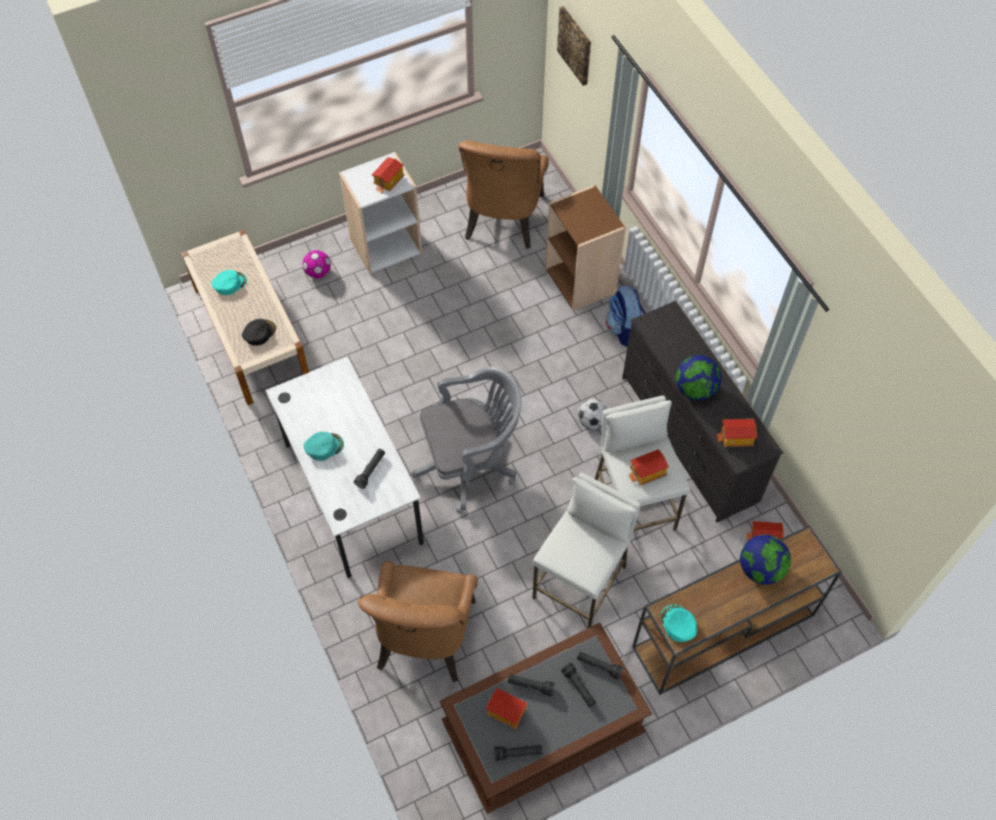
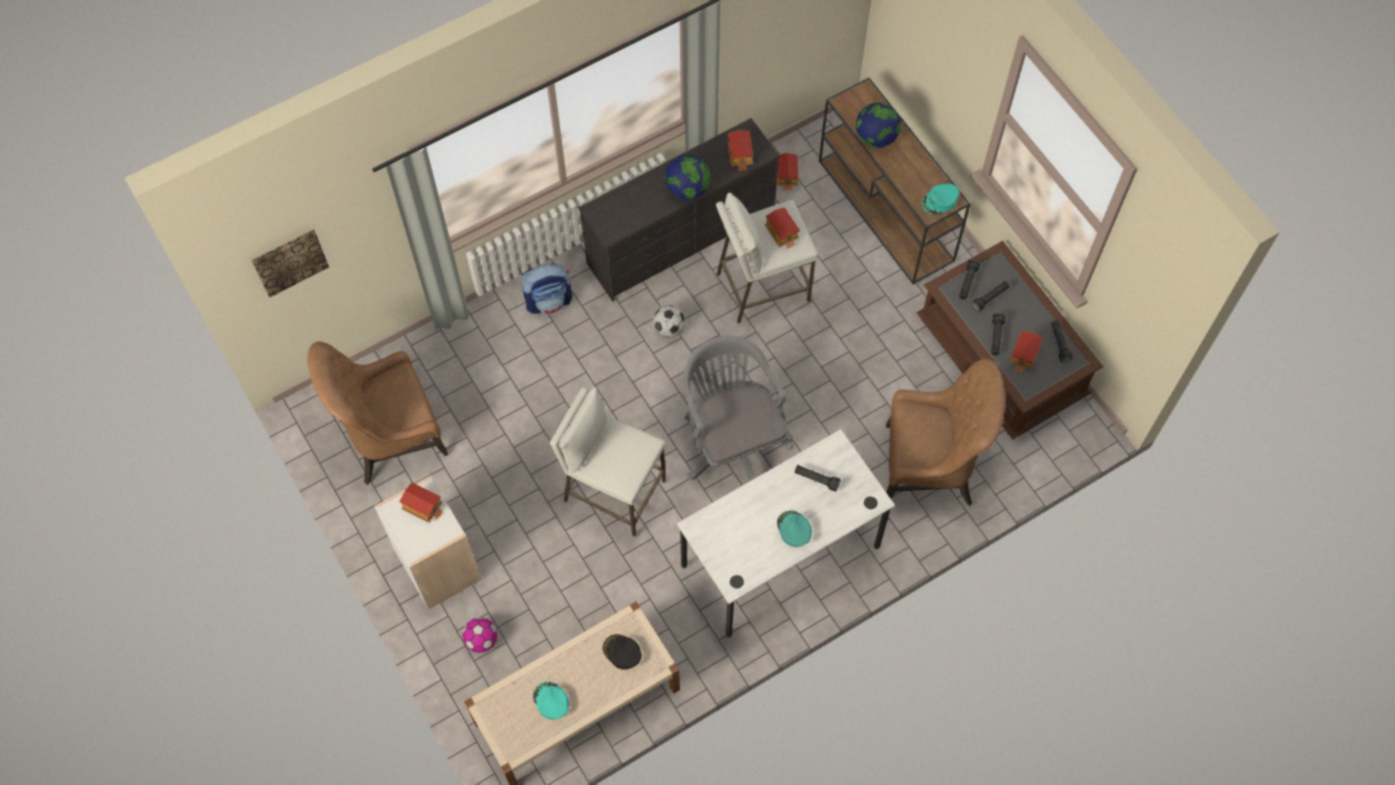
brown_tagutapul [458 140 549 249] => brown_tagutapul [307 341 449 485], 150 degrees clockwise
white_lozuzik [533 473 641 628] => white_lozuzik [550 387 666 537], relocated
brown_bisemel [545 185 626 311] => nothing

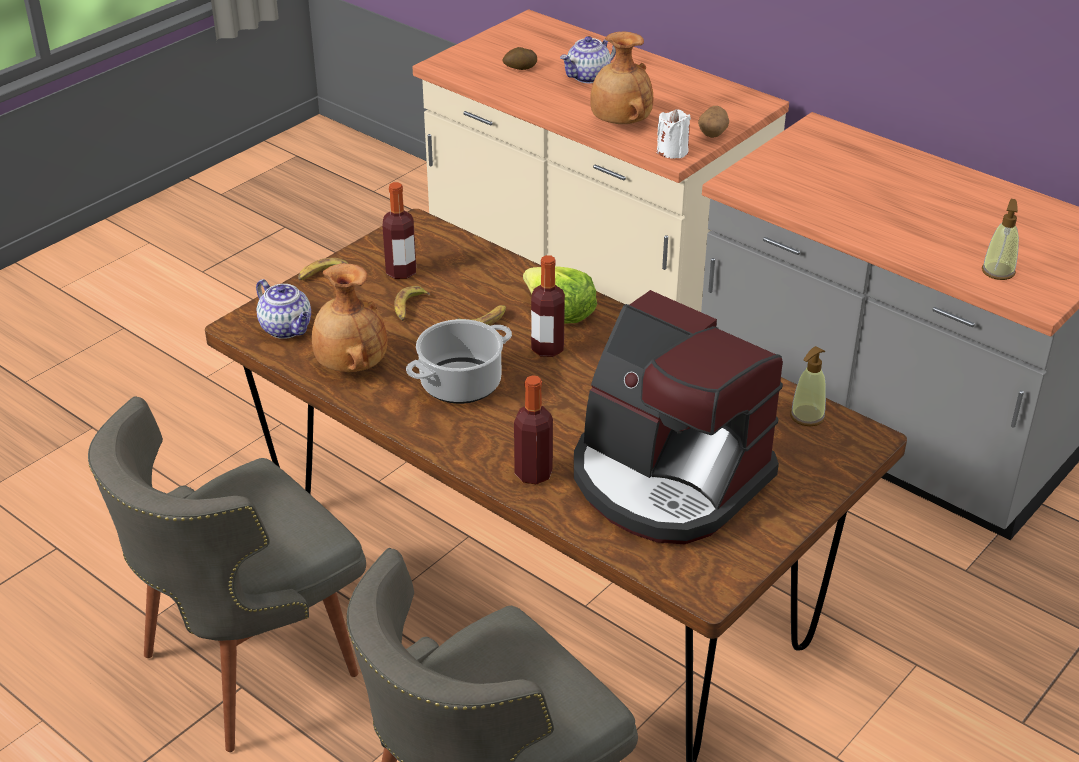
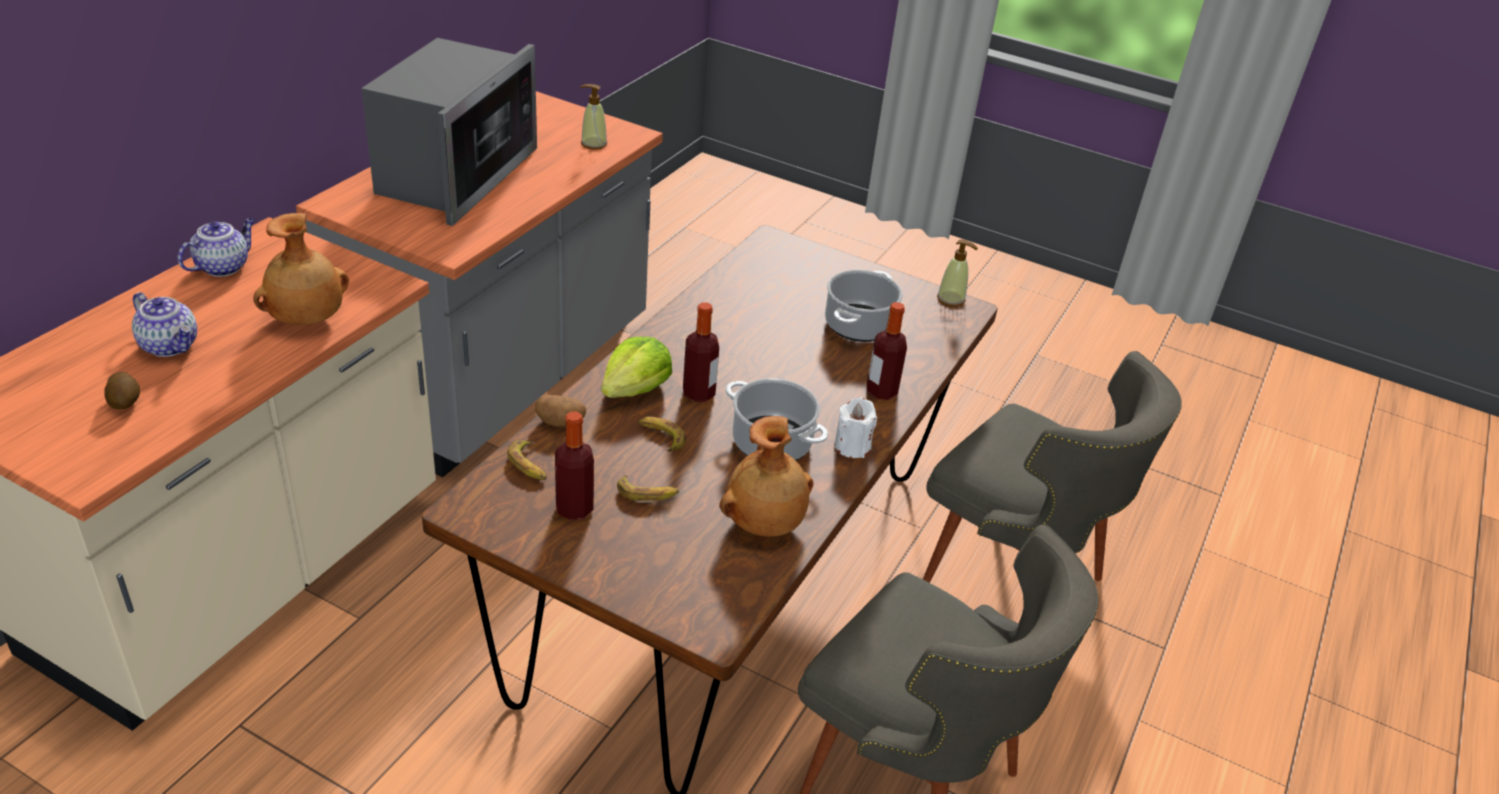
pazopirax [256 279 311 339] => pazopirax [178 218 255 277], relocated
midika [298 258 349 280] => midika [507 440 547 480], relocated
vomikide [574 290 783 544] => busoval [825 270 903 342]
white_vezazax [657 109 691 159] => white_vezazax [835 397 877 458], relocated
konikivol [698 106 729 138] => konikivol [535 395 586 427], relocated
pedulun [790 346 826 426] => pedulun [937 239 978 307], relocated
nothing => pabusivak [361 38 537 226]

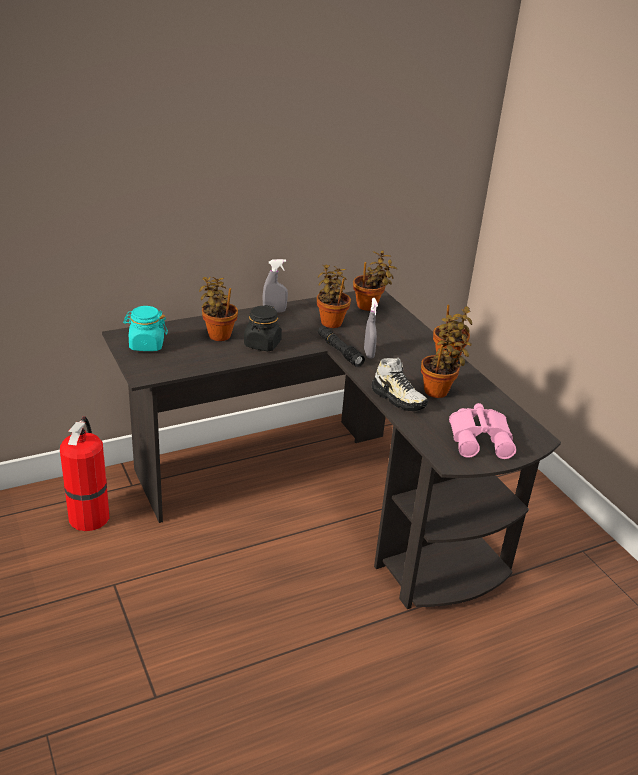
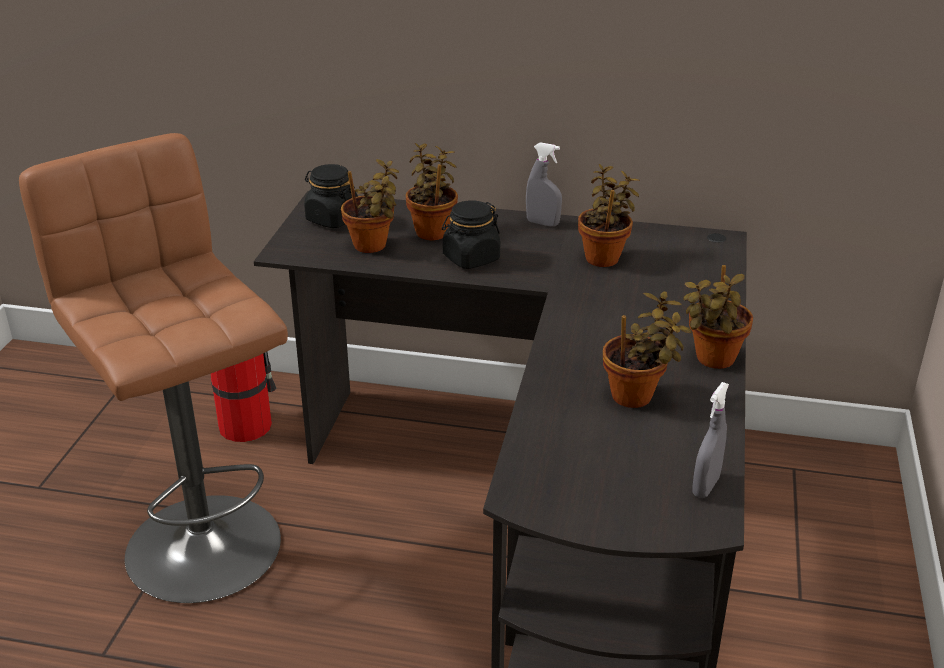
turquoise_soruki [123 306 168 351] => black_soruki [304 164 358 228]
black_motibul [318 326 365 367] => nothing
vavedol [353 251 397 311] => vavedol [341 159 399 253], relocated
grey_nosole [364 298 378 358] => grey_nosole [692 382 729 498], relocated
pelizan [372 358 428 411] => nothing
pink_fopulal [449 403 516 459] => nothing
nothing => brown_lozuzik [19 133 288 603]

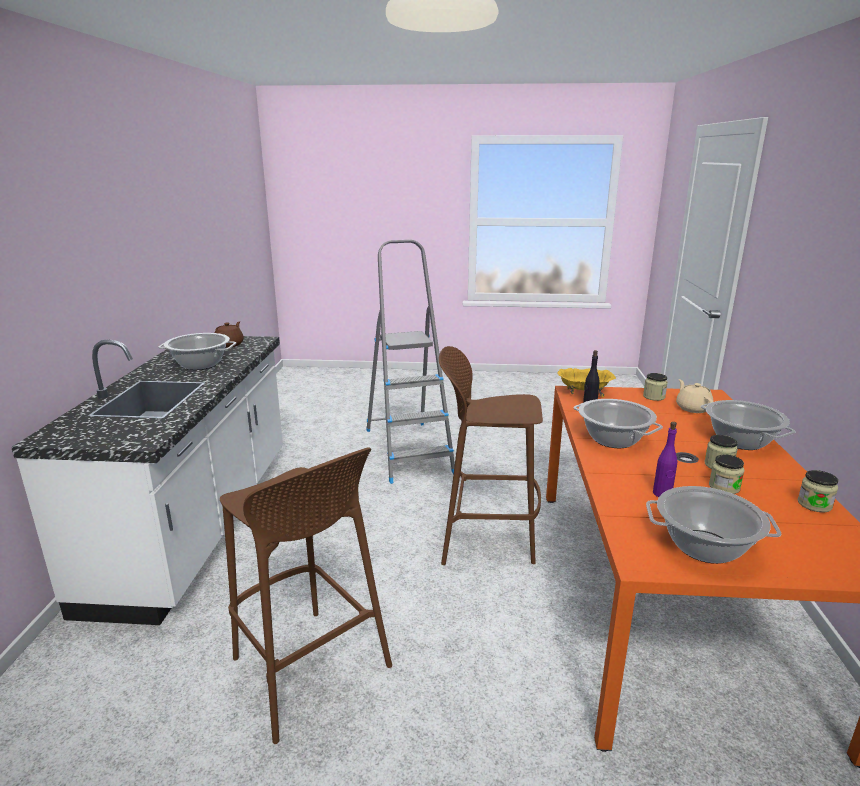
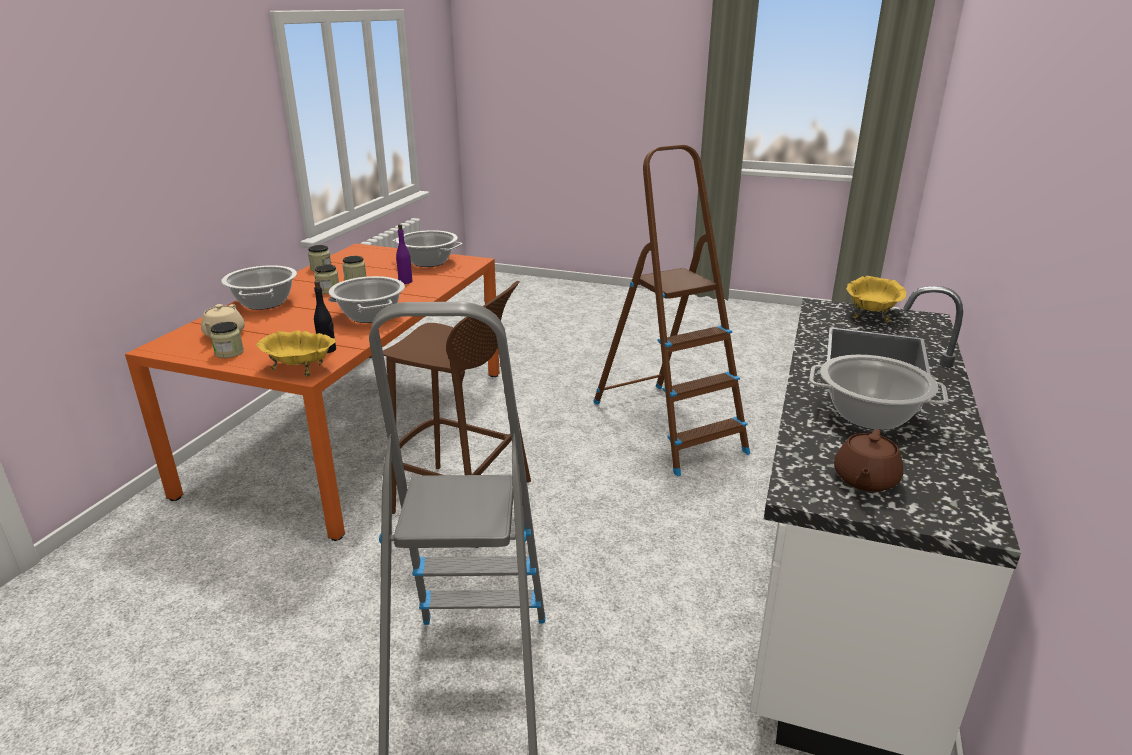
brown_lozuzik [220 447 392 744] => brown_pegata [593 145 750 476]
nothing => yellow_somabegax [846 276 907 322]

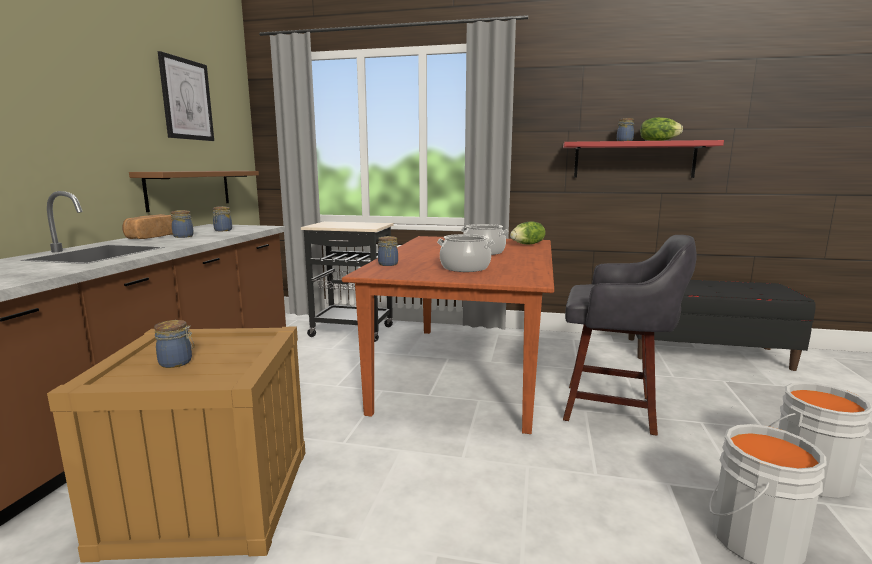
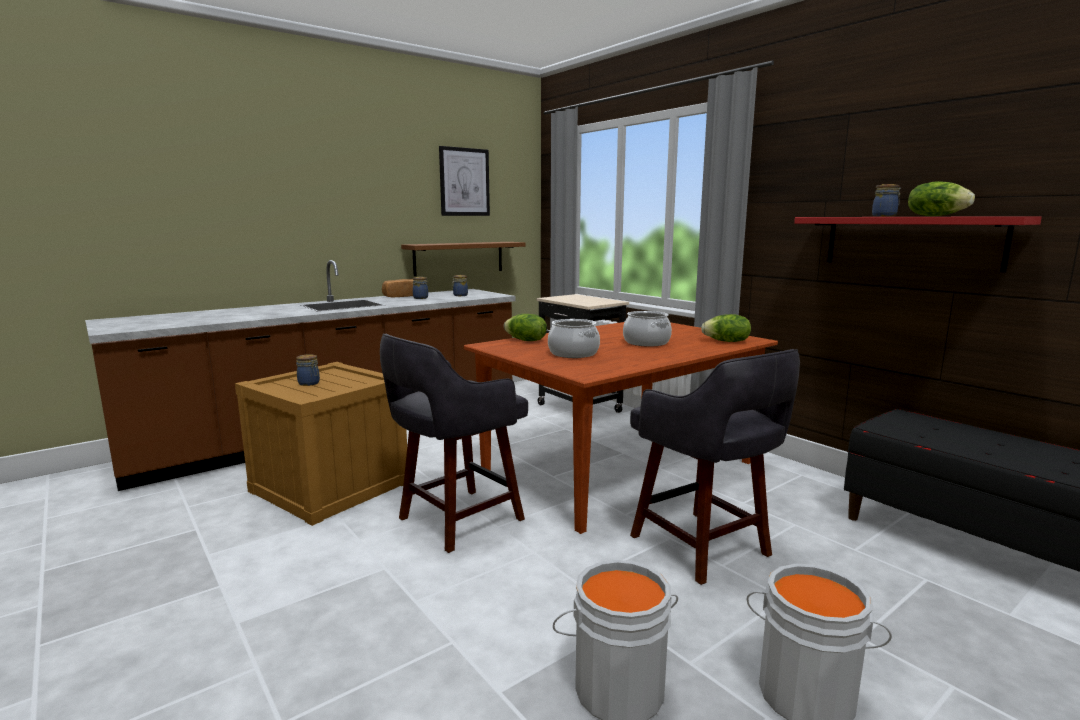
soruki [378 236 398 266] => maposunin [504 314 547 341]
nothing => grey_lozuzik [380 334 528 553]

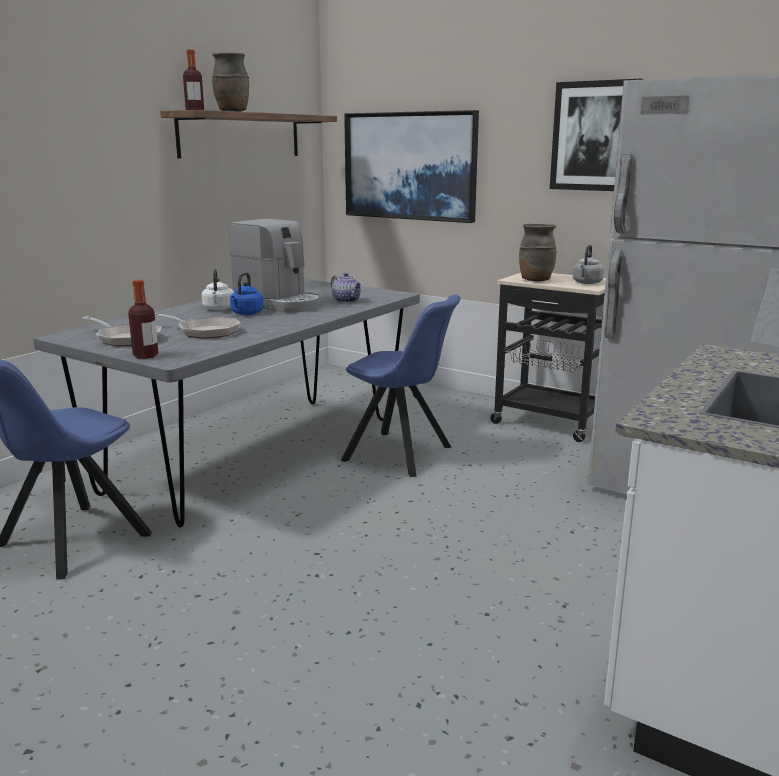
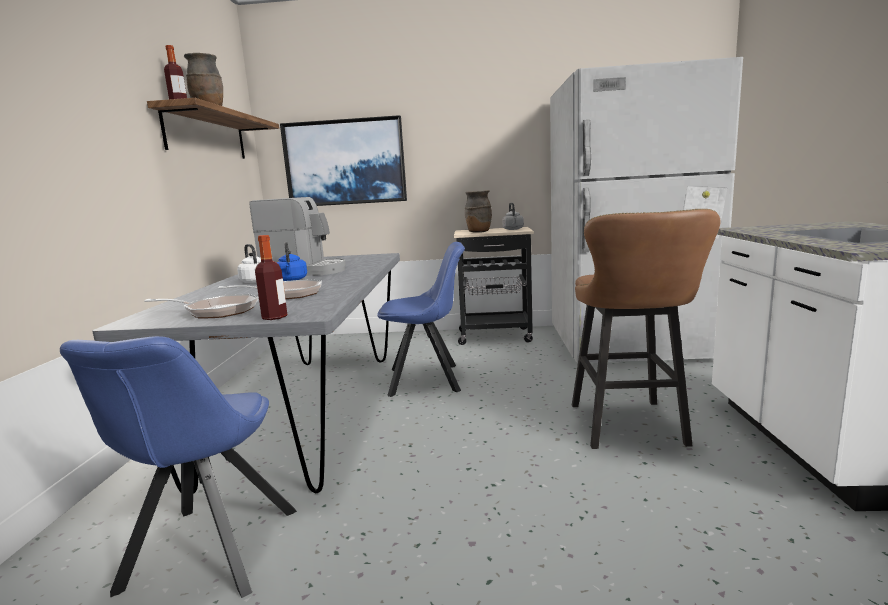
pazopirax [331 273 362 303] => nothing
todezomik [550 79 643 191] => nothing
nothing => brown_lozuzik [572 209 721 449]

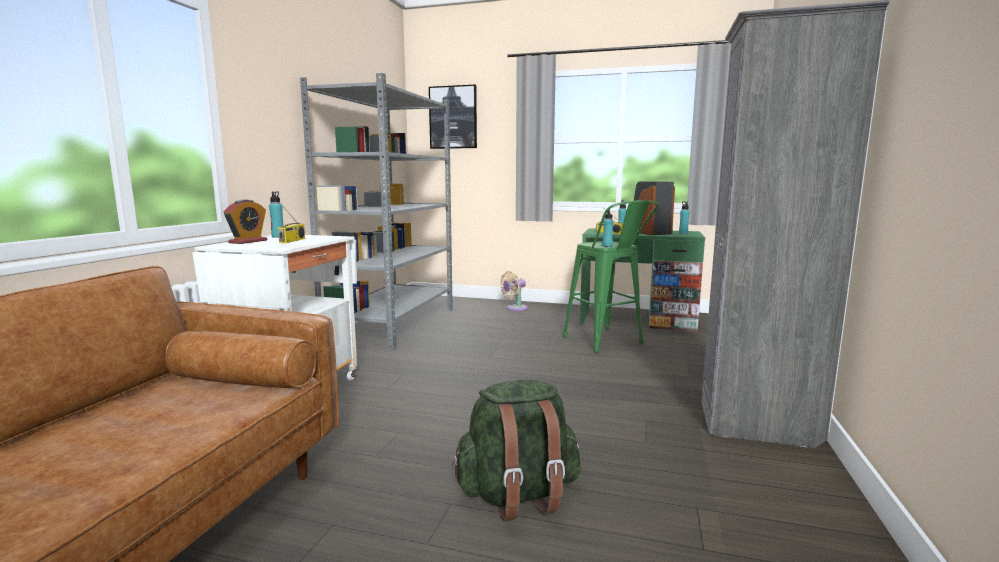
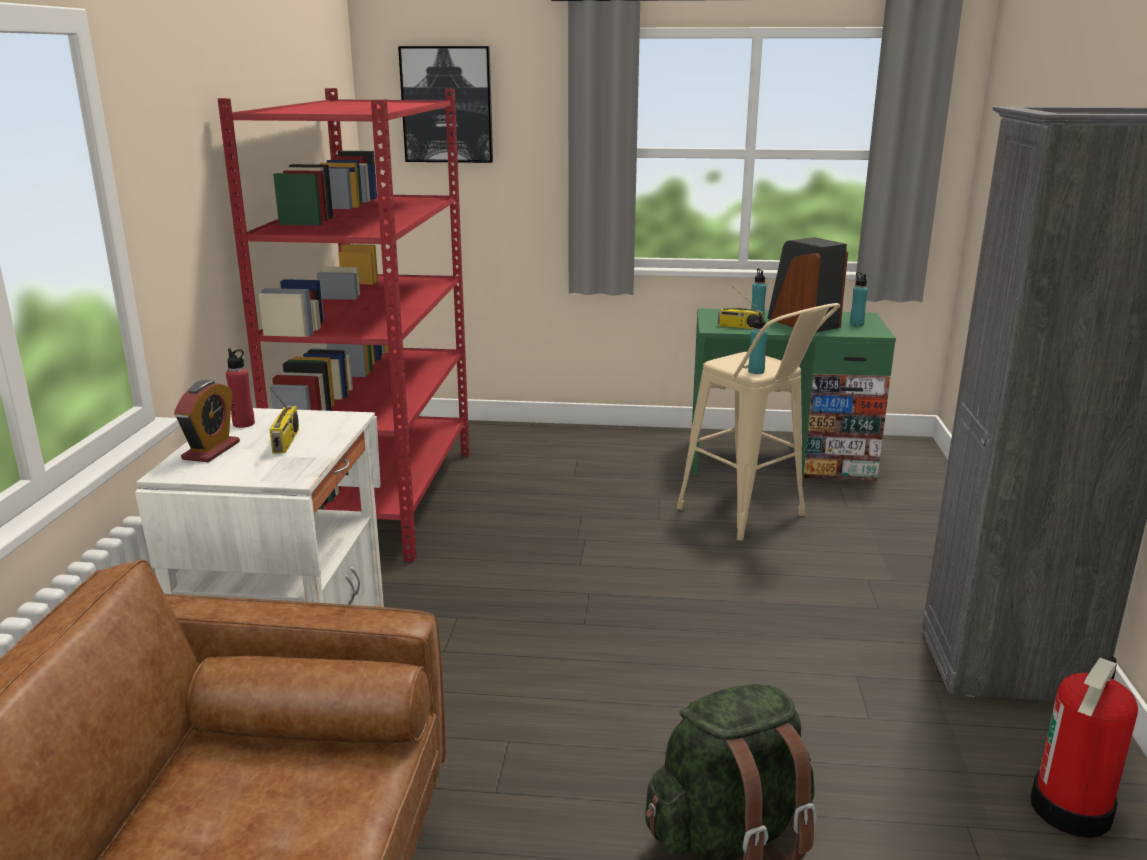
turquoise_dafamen [269 191 284 238] => red_dafamen [226 349 255 428]
grey_bisemel [300 73 453 350] => red_bisemel [218 88 470 562]
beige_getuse [500 271 528 311] => nothing
green_lozuzik [563 200 659 353] => beige_lozuzik [677 303 840 541]
nothing => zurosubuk [1030 657 1138 838]

